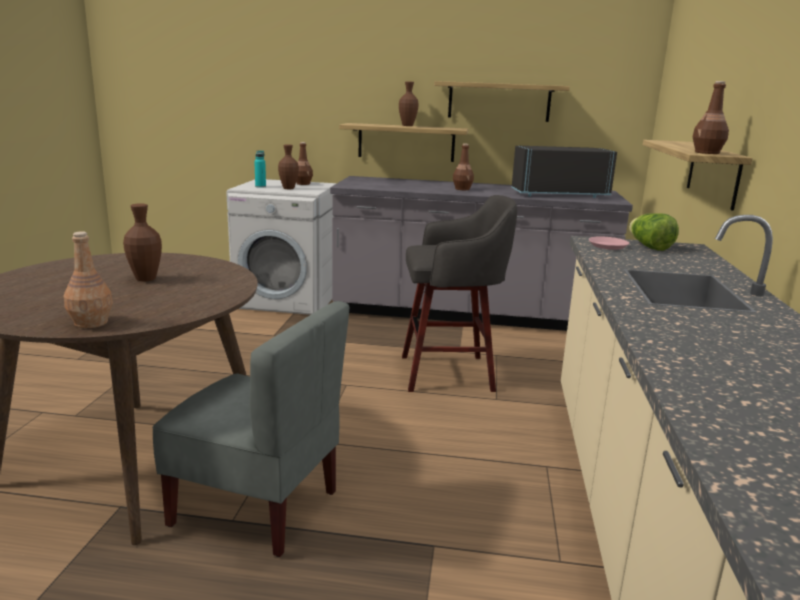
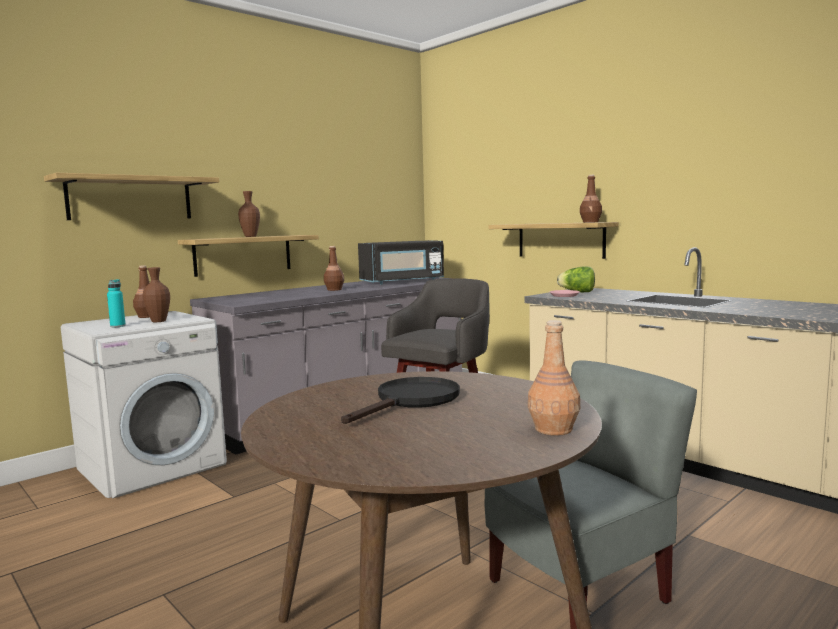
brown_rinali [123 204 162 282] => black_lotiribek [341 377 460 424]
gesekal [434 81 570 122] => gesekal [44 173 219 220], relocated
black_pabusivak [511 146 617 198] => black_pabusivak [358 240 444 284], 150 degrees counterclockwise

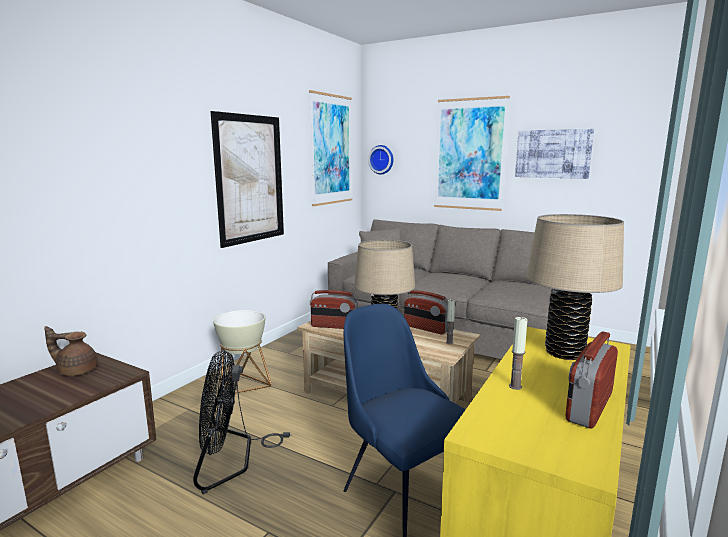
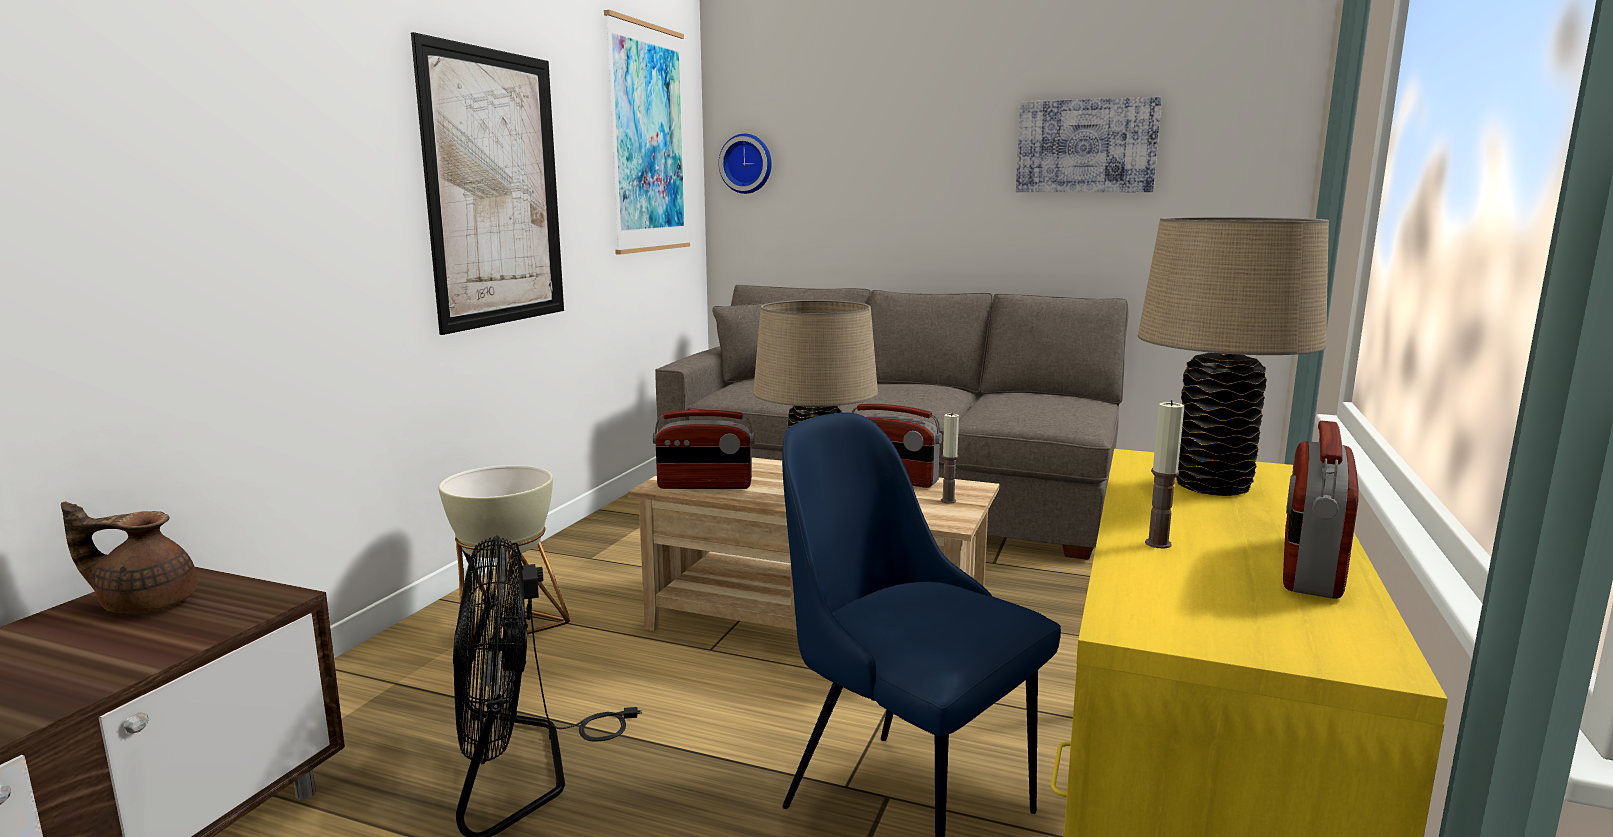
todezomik [434 96 510 211] => nothing

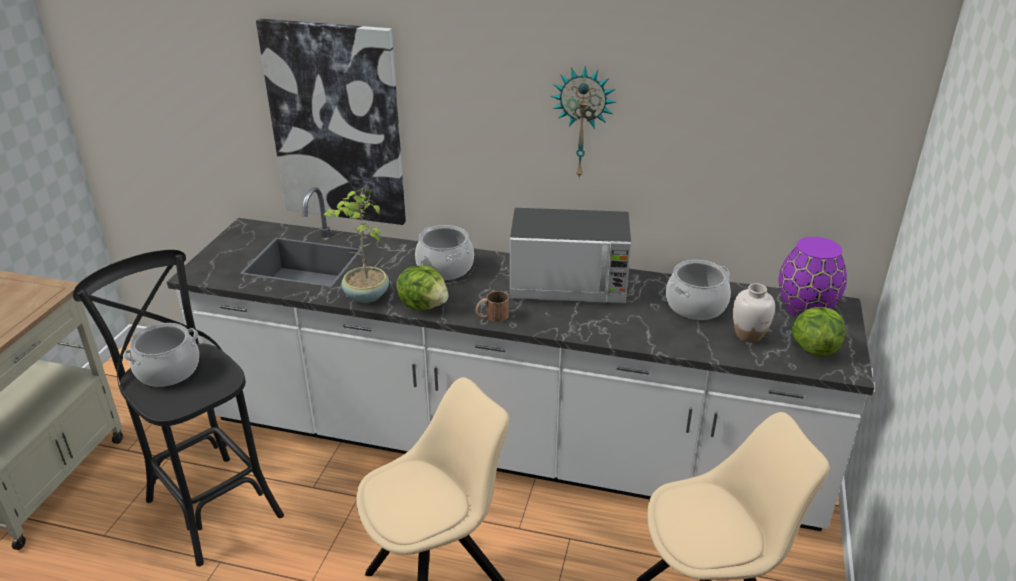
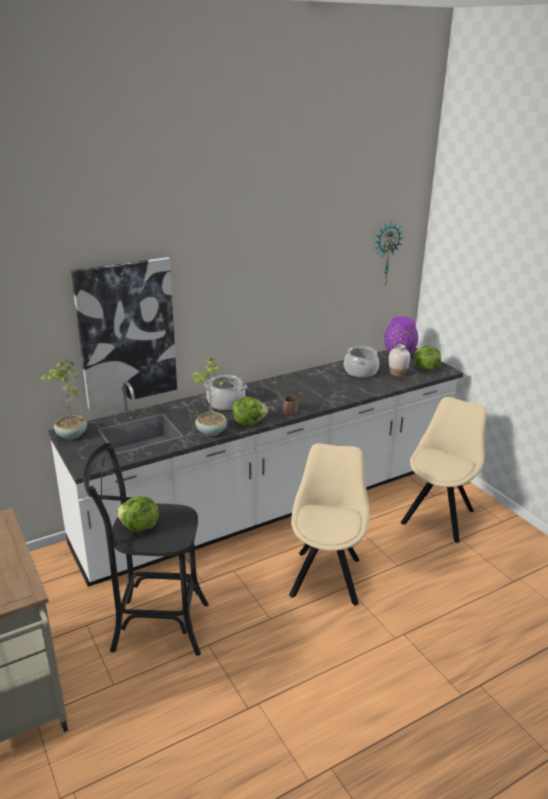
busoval [123 323 199 387] => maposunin [116 496 159 532]
pabusivak [510 208 631 303] => nothing
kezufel [550 66 616 179] => kezufel [375 222 403 285], relocated
nothing => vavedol [40 360 87 440]

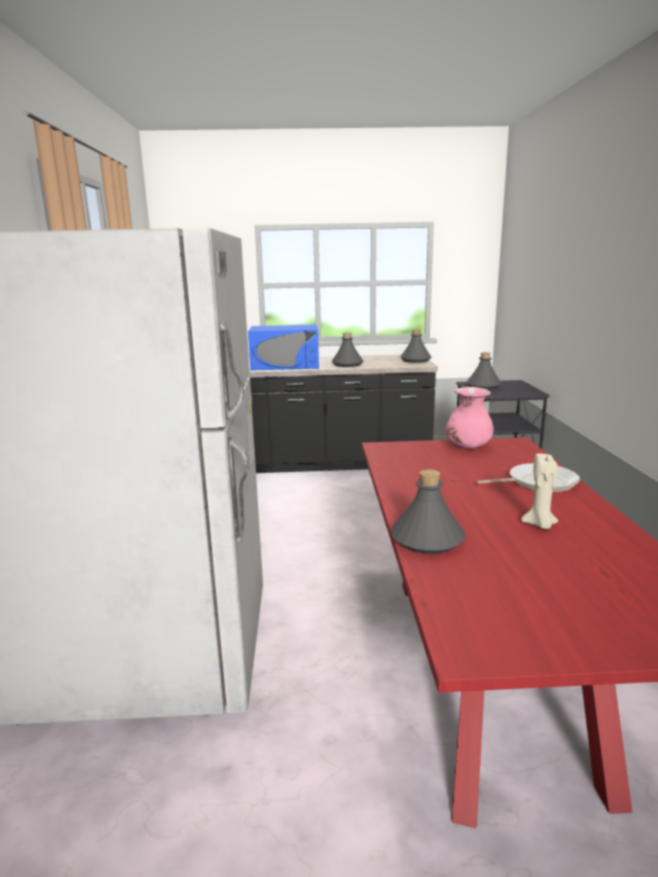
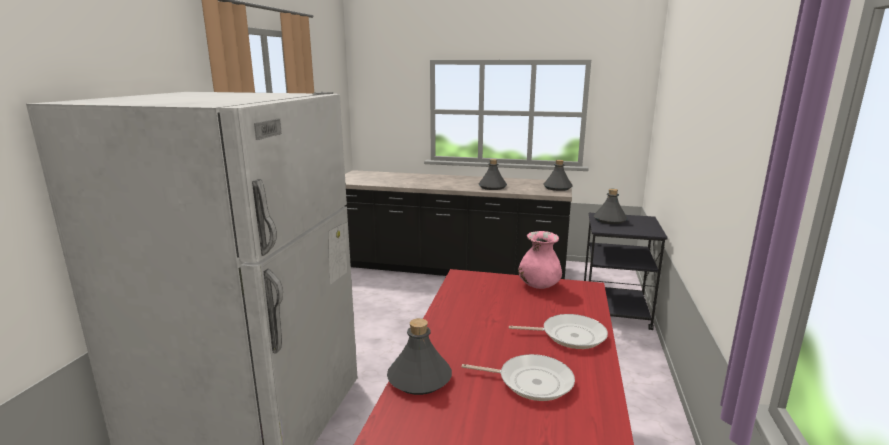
blue_pabusivak [248 324 319 371] => nothing
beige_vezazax [521 453 558 529] => lotiribek [462 354 575 401]

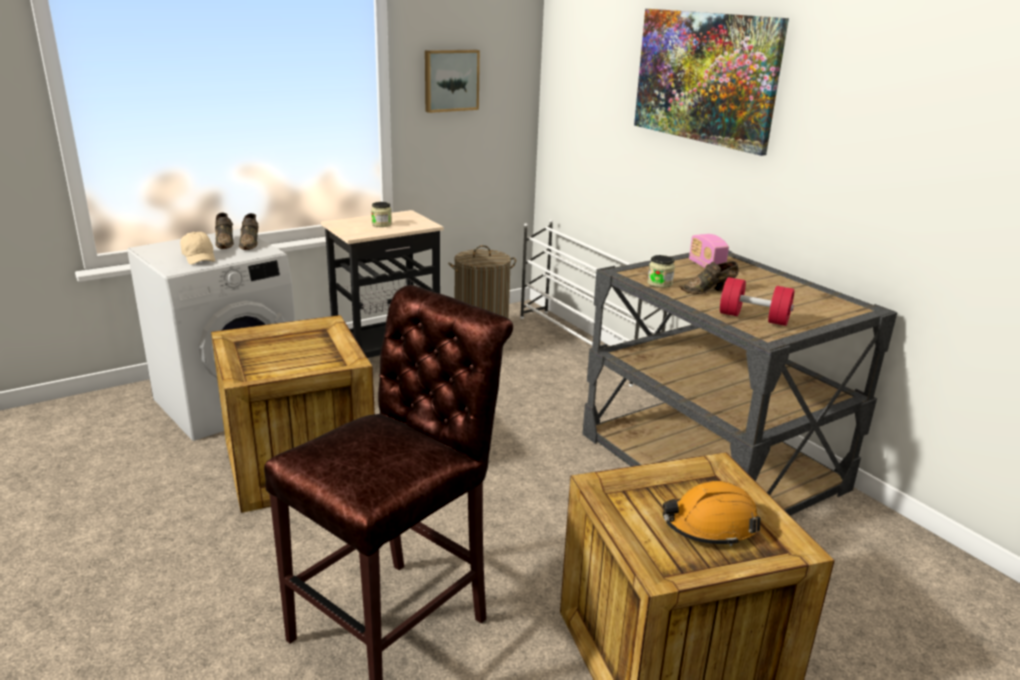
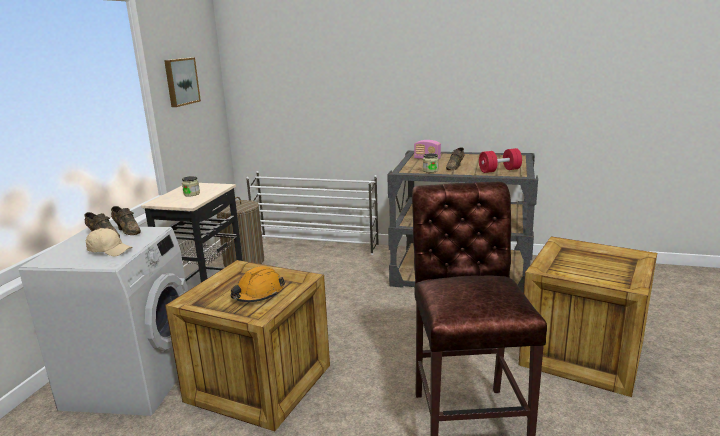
todezomik [634 9 789 156] => nothing
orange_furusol [663 481 760 546] => orange_furusol [231 266 285 302], relocated

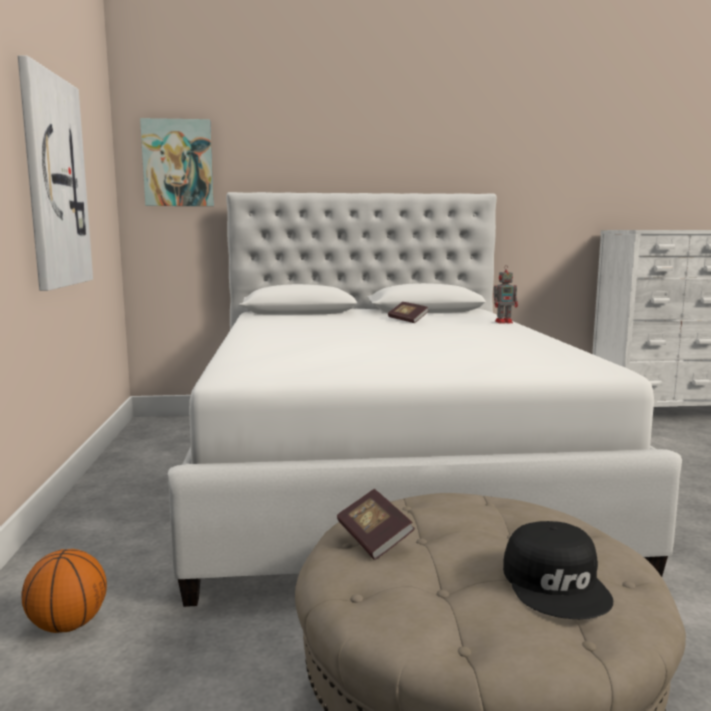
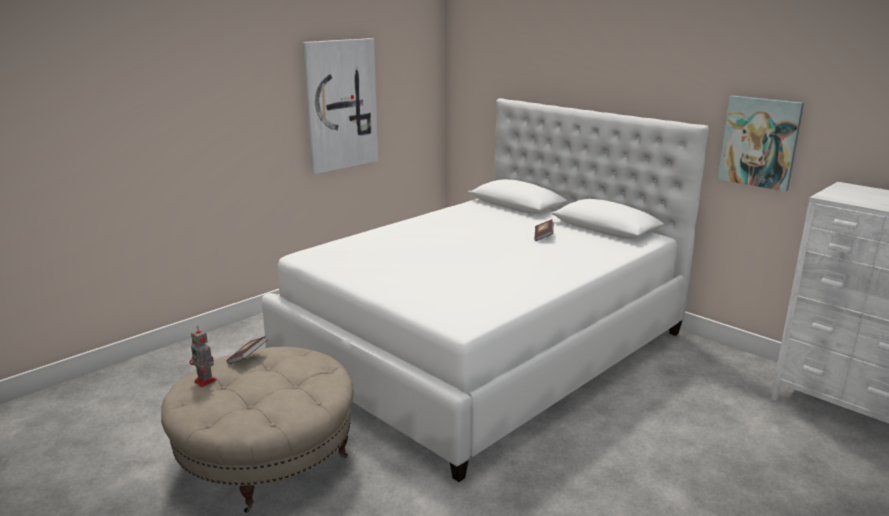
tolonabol [22 549 107 633] => nothing
todezomik [140 118 214 206] => todezomik [718 95 804 192], relocated
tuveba [494 266 518 324] => tuveba [189 325 217 387], relocated
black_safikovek [503 521 613 619] => nothing

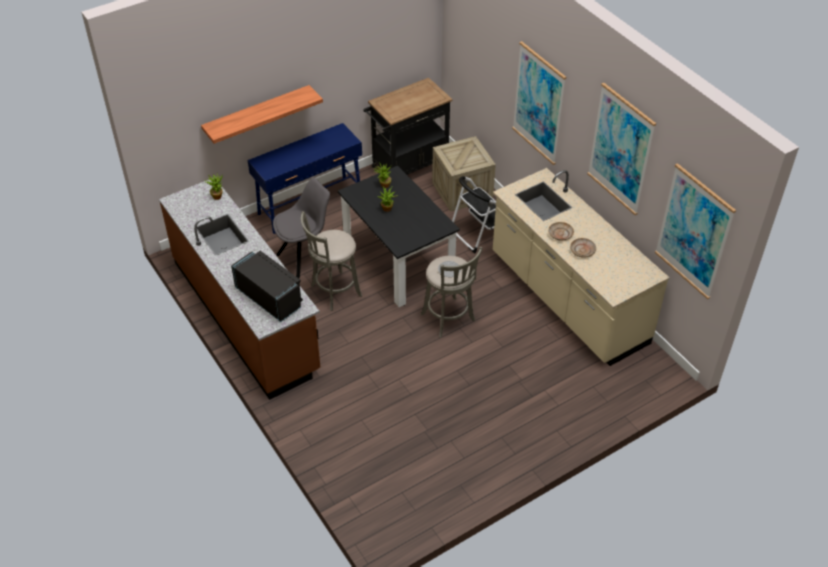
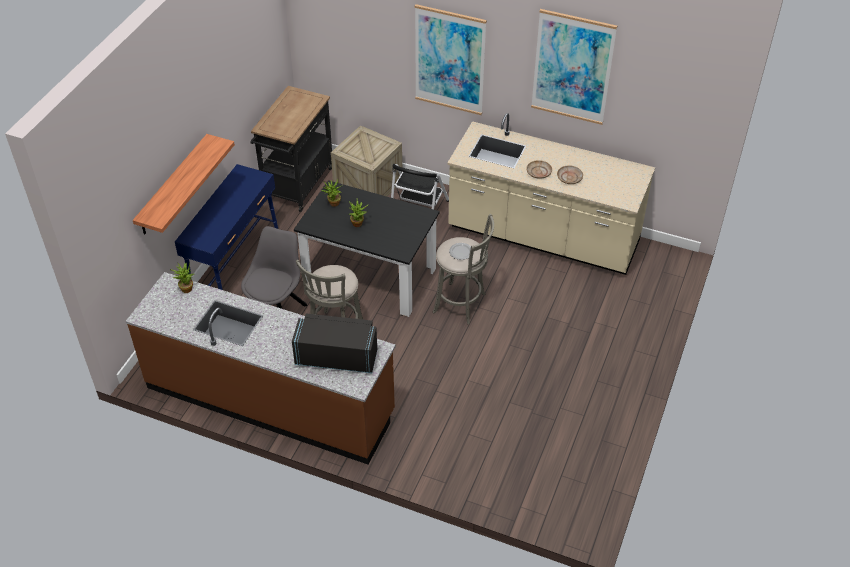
todezomik [655 163 736 299] => nothing

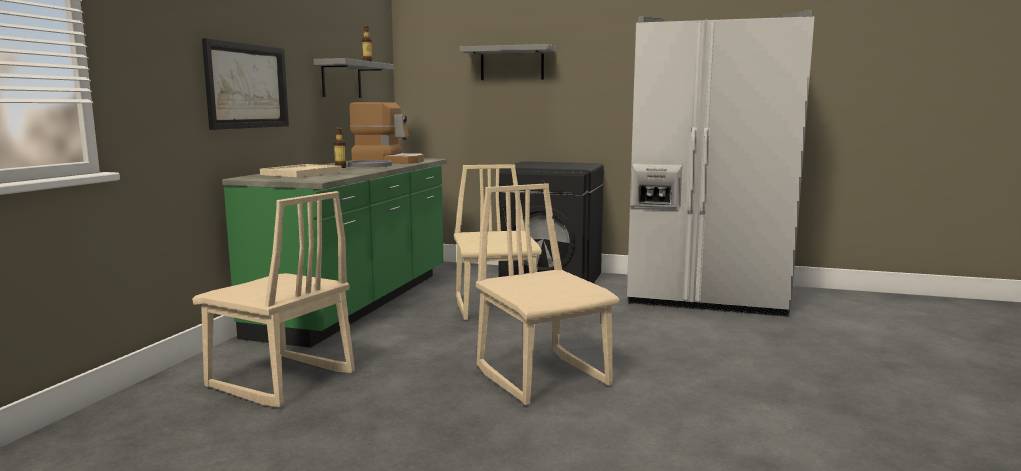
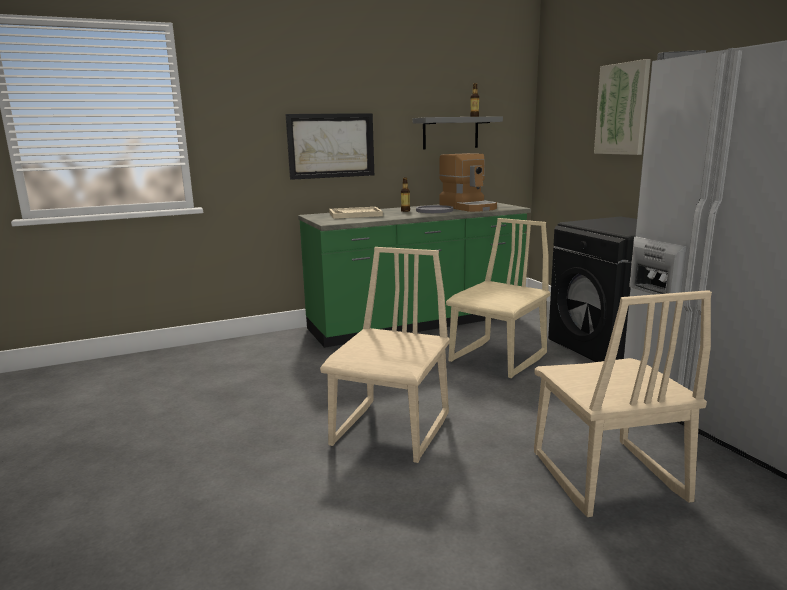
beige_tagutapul [192 191 355 407] => beige_tagutapul [534 290 712 517], relocated
grey_gesekal [460 44 556 80] => todezomik [594 59 651 155]

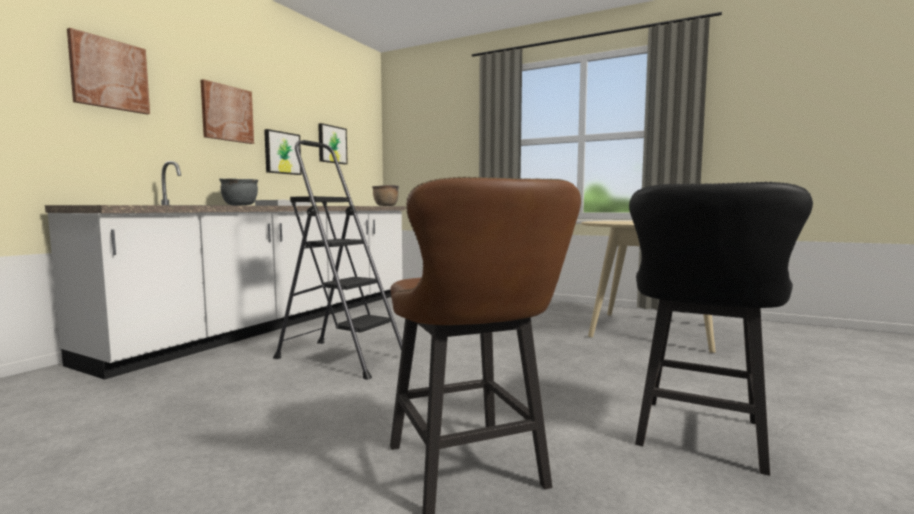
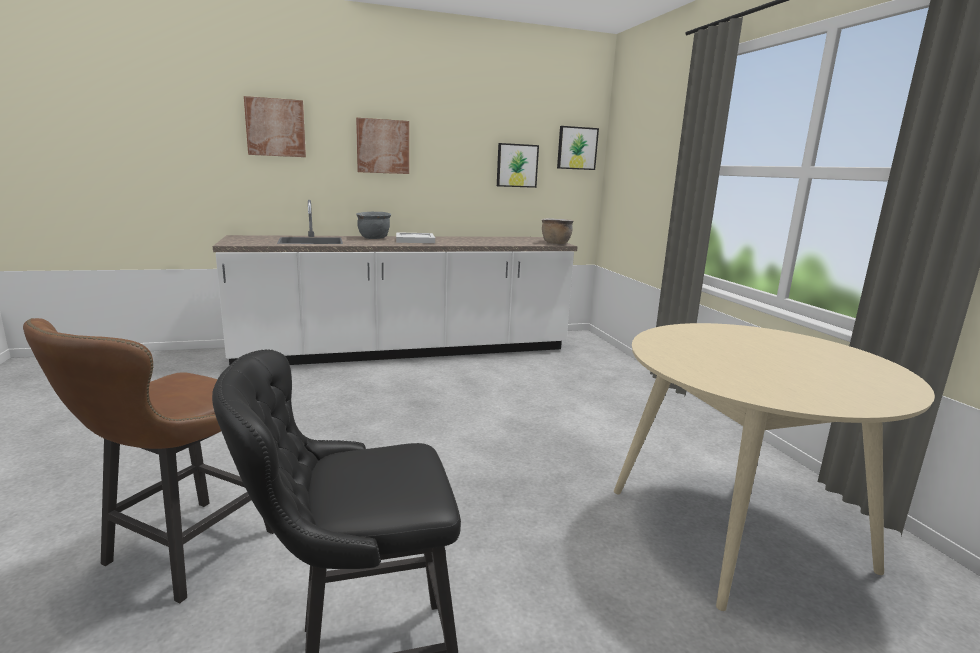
todezomik [264 129 302 175] => todezomik [557 126 599 170], relocated
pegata [273 140 402 380] => nothing

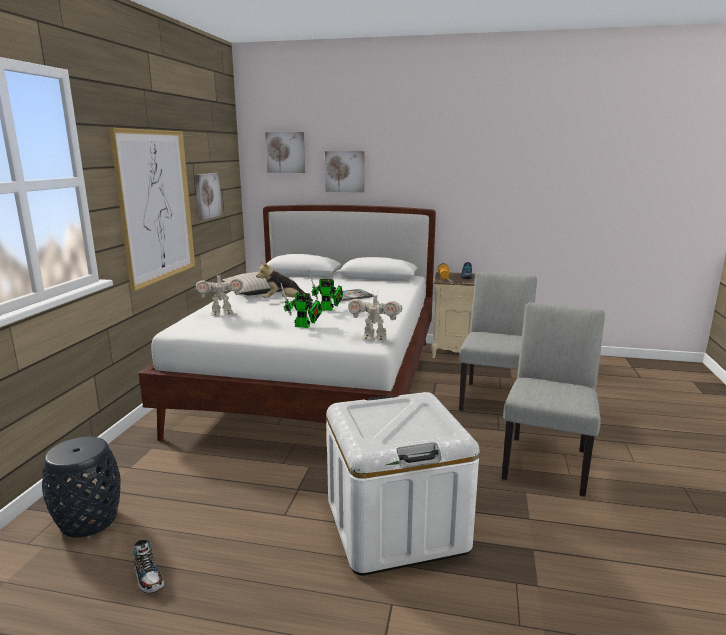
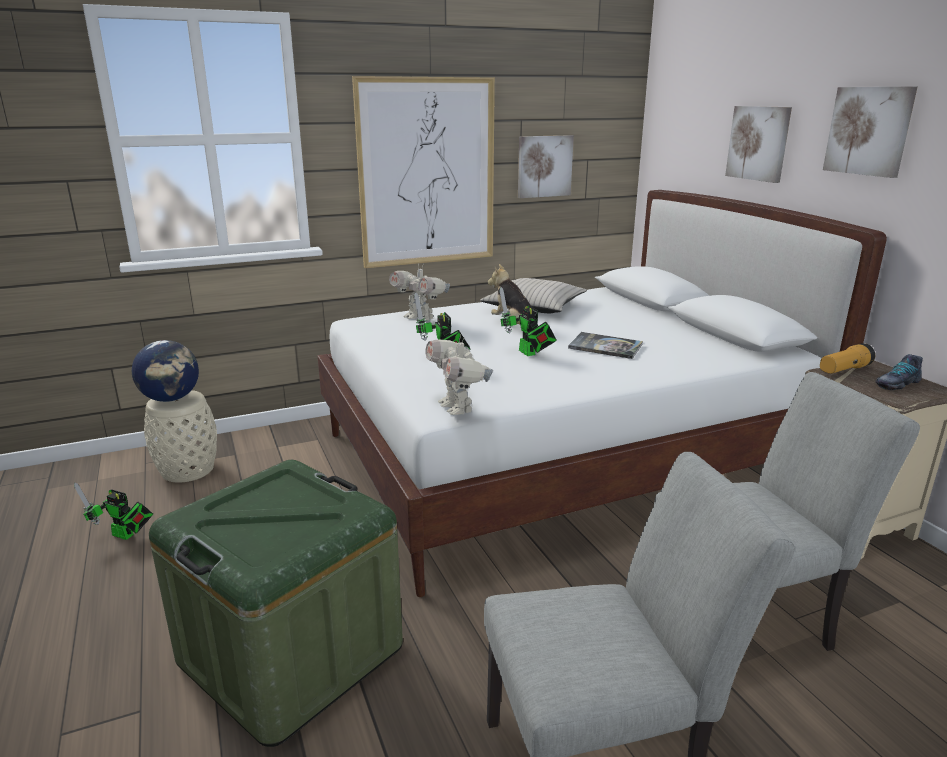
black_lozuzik [42 437 121 537] => beige_lozuzik [144 390 217 483]
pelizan [133 540 164 593] => tuveba [74 483 153 540]
todezomik [265 132 305 173] => todezomik [823 87 917 178], relocated
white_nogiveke [326 392 480 575] => green_nogiveke [149 460 403 747]
nothing => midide [132 340 199 402]

